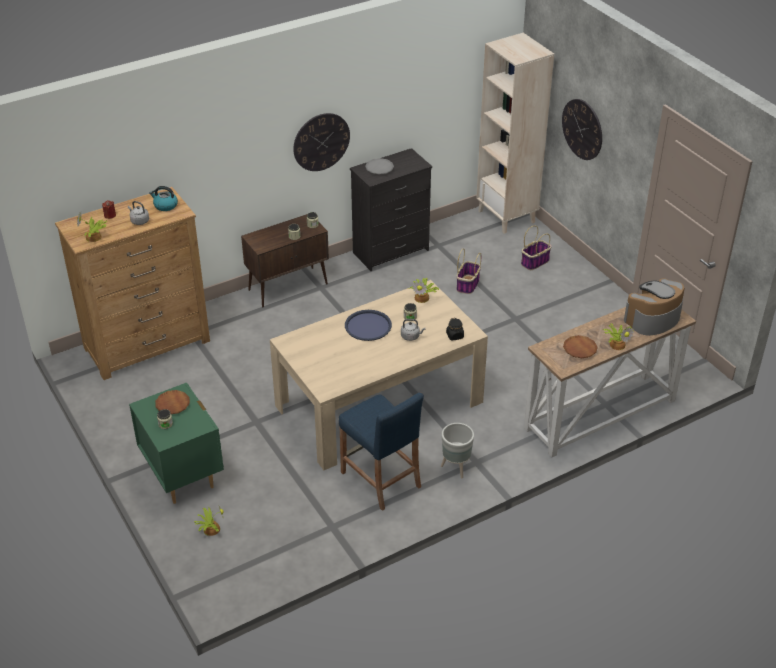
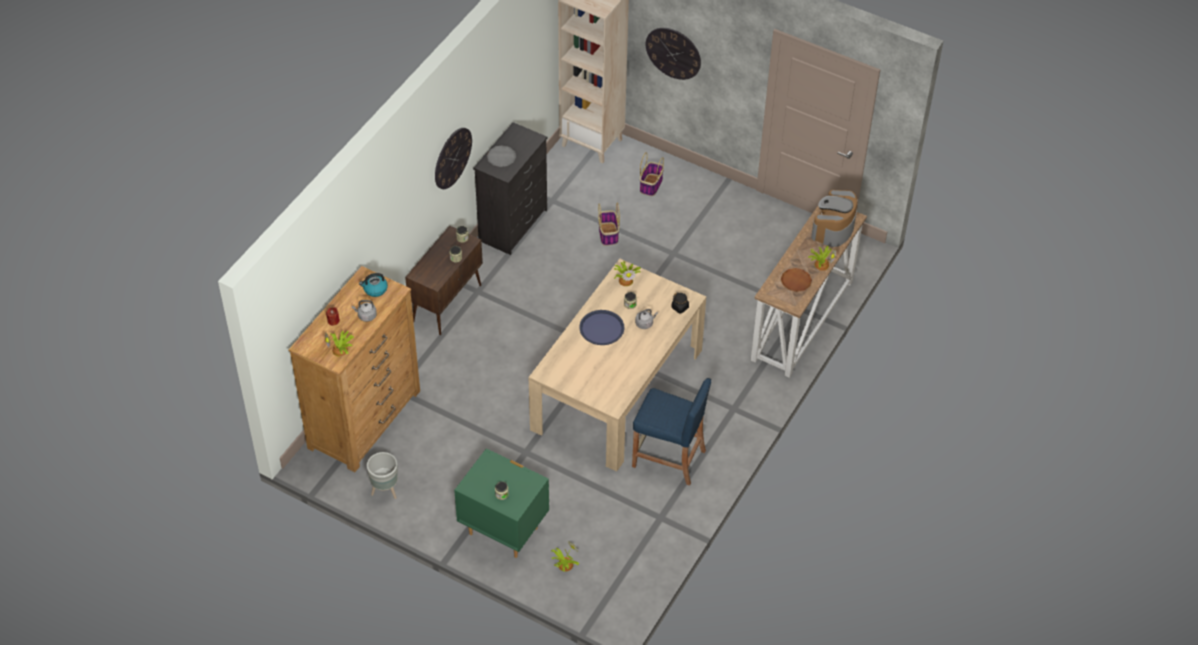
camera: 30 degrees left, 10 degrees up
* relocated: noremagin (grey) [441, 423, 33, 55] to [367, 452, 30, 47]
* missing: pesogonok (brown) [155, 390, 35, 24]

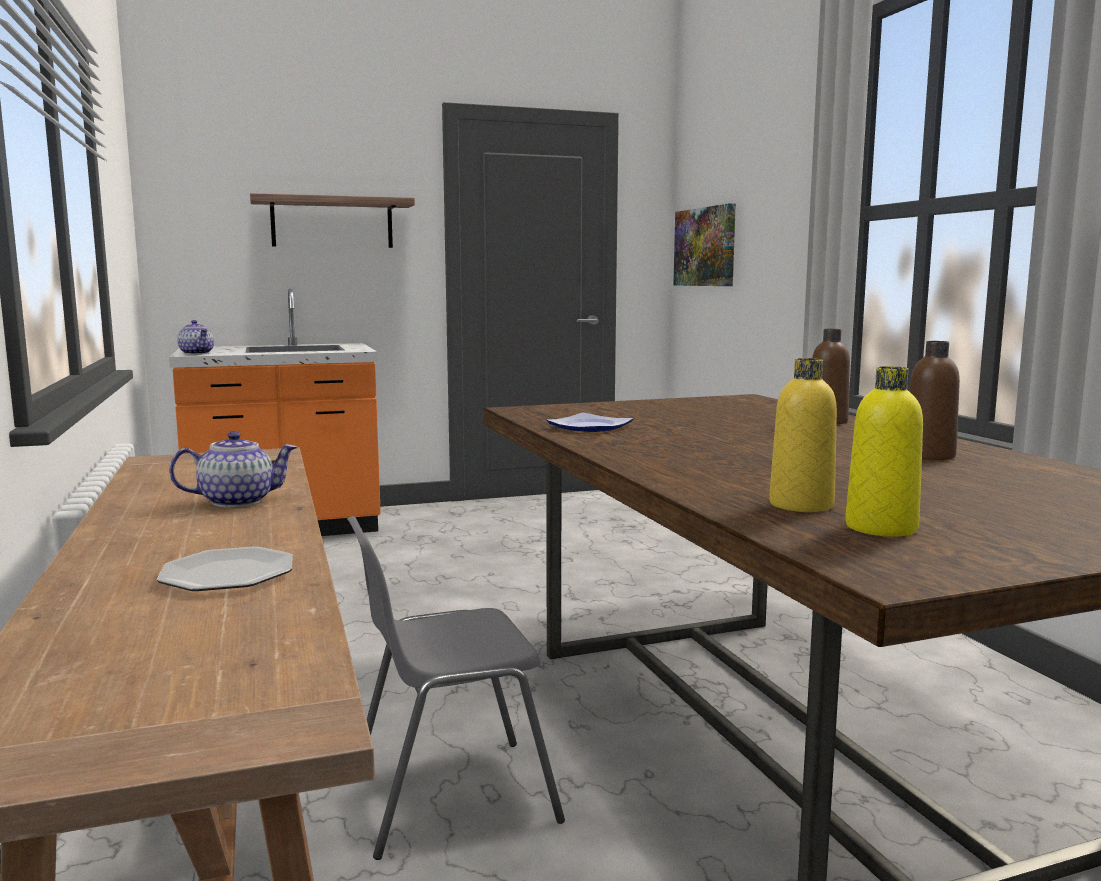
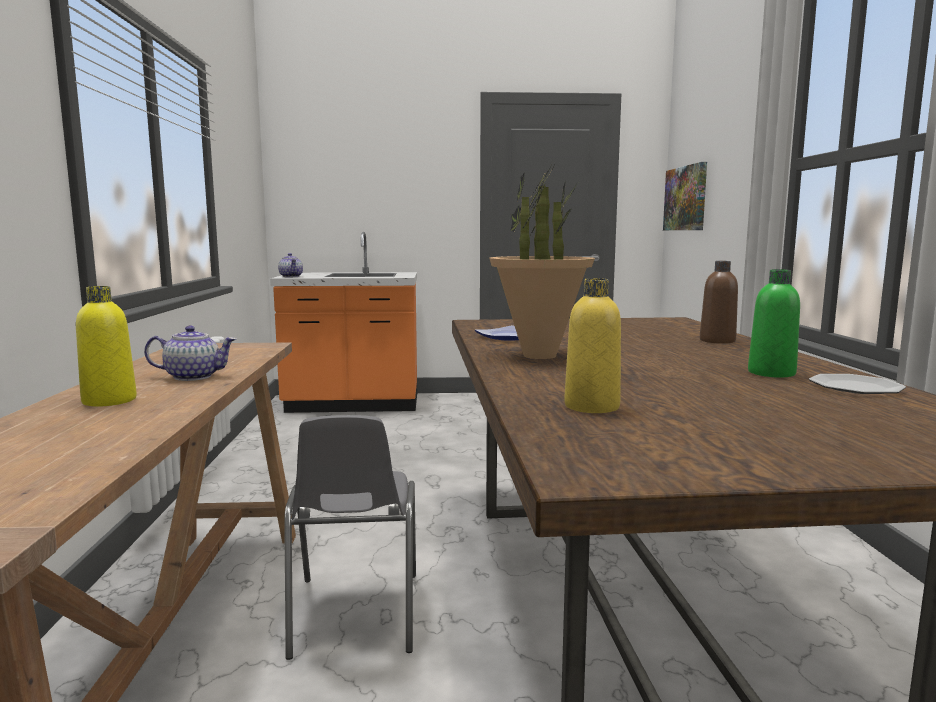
camera: 15 degrees right, 0 degrees up
* relocated: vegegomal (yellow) [845, 366, 78, 171] to [76, 286, 61, 121]
* spun: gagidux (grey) [347, 516, 218, 344] = [284, 415, 132, 245] 90 degrees counterclockwise
* appeared: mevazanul [489, 161, 106, 198]
* colour: vegegomal (brown) [909, 341, 51, 120] to vegegomal (green) [748, 269, 52, 109]
* relocated: pesogonok [157, 546, 136, 45] to [809, 374, 97, 20]
* missing: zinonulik [250, 193, 165, 55]

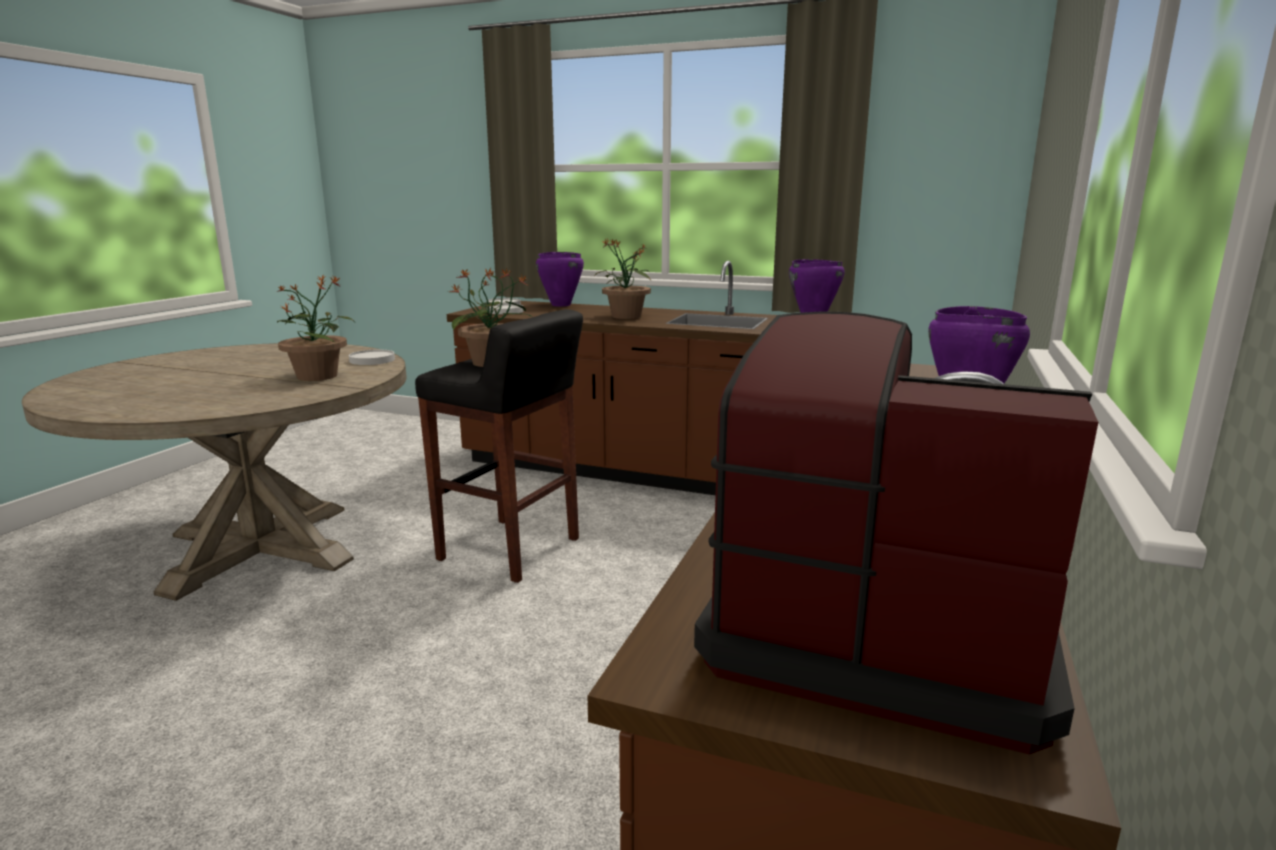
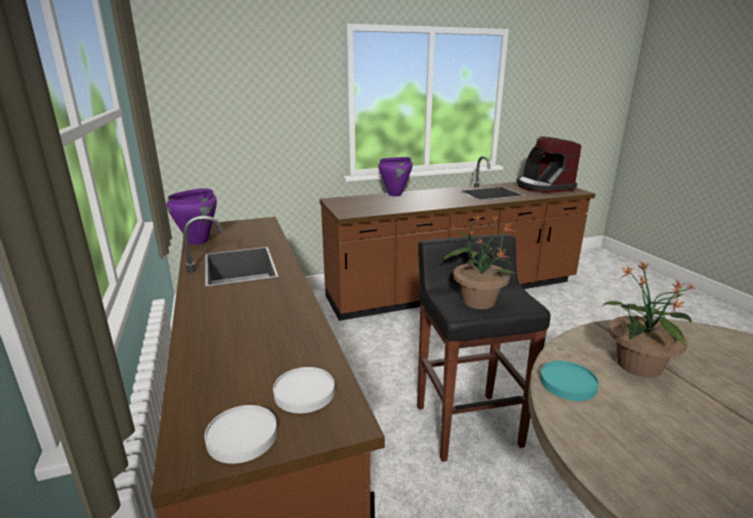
camera: 130 degrees left, 5 degrees up
* colour: pesogonok (white) [349, 349, 46, 16] to pesogonok (turquoise) [540, 361, 59, 40]
* missing: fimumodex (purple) [536, 252, 48, 54]
* missing: mevazanul [594, 239, 57, 80]

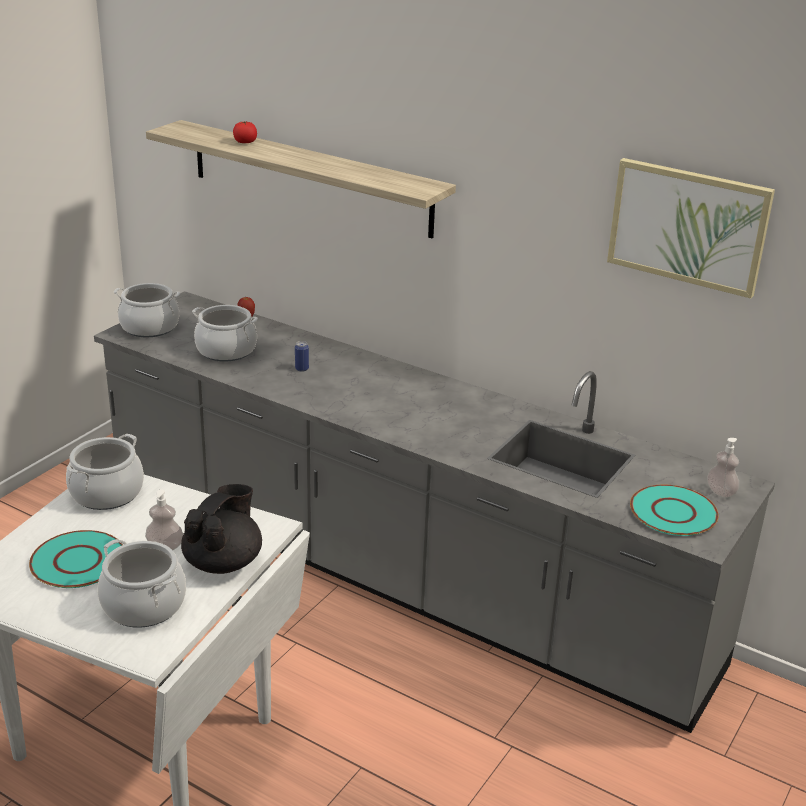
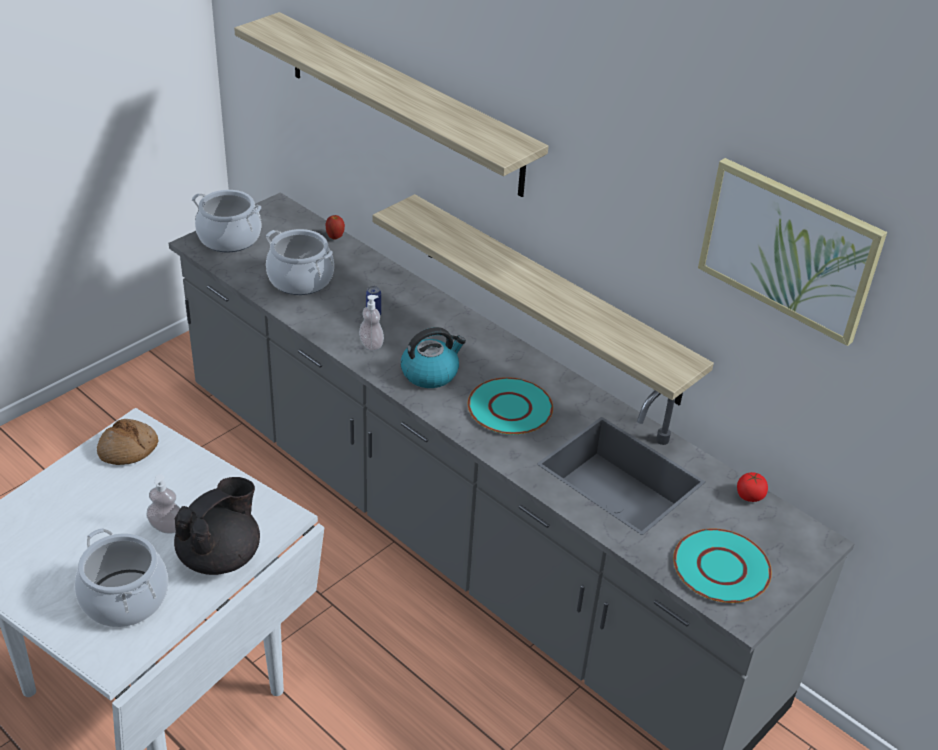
camera: 10 degrees right, 10 degrees up
* exchanged: fimumodex [66, 434, 78, 76] to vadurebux [97, 419, 61, 46]
* relocated: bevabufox [707, 438, 32, 60] to [359, 295, 25, 56]
* appeared: zinonulik [372, 194, 342, 211]
* appeared: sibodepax [401, 327, 65, 61]
* relocated: pesogonok (turquoise) [29, 530, 94, 58] to [468, 377, 85, 58]
* relocated: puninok [233, 121, 24, 22] to [737, 472, 31, 30]

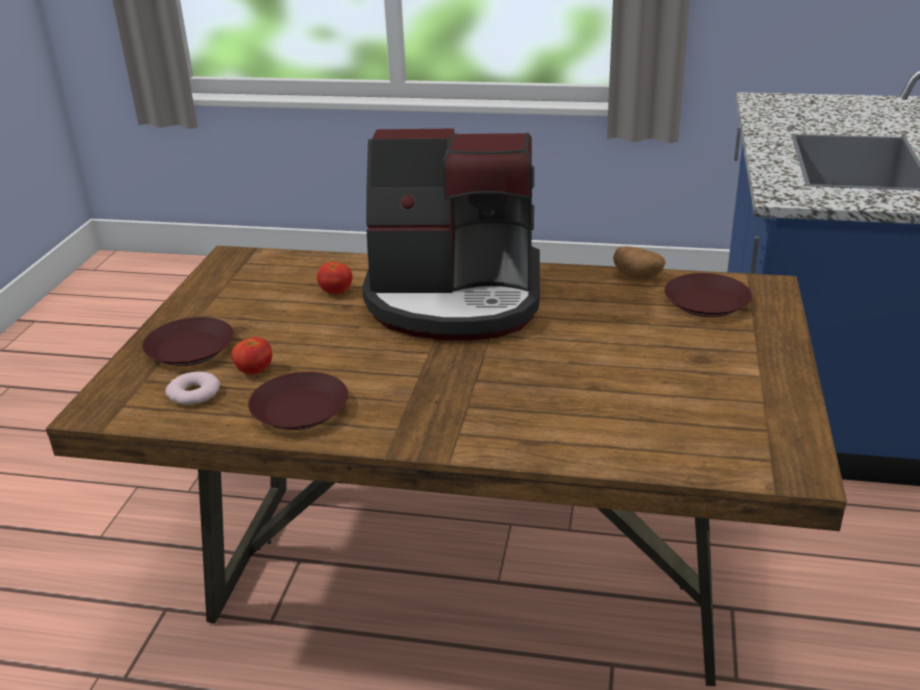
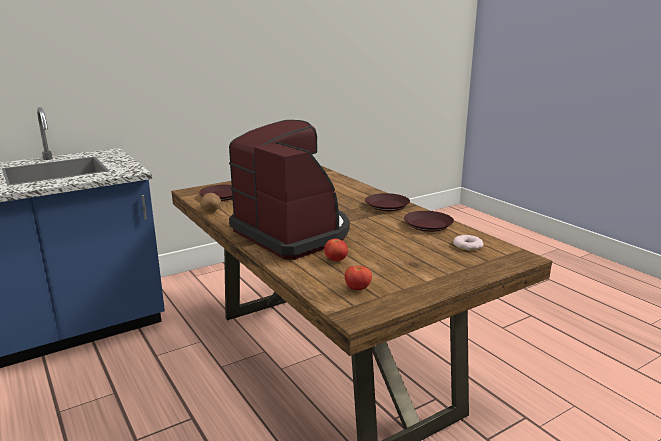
camera: 135 degrees left, 10 degrees down
* relocated: puninok [231, 337, 41, 37] to [345, 266, 27, 24]
* relocated: pesogonok (brown) [142, 317, 92, 49] to [365, 193, 45, 18]

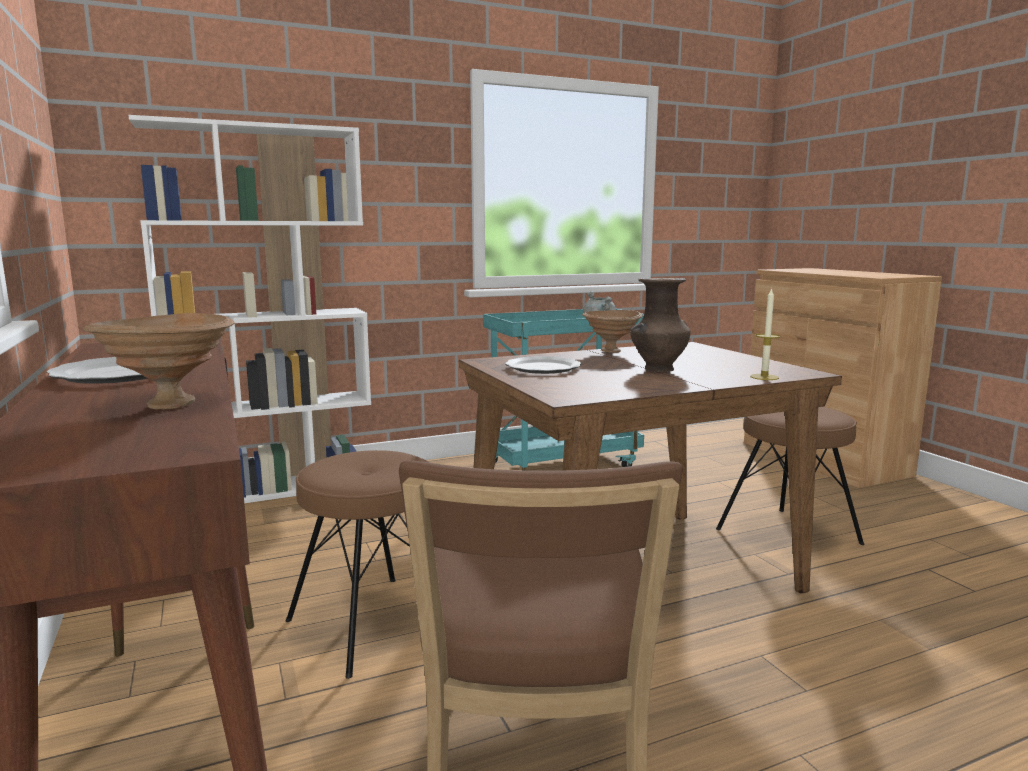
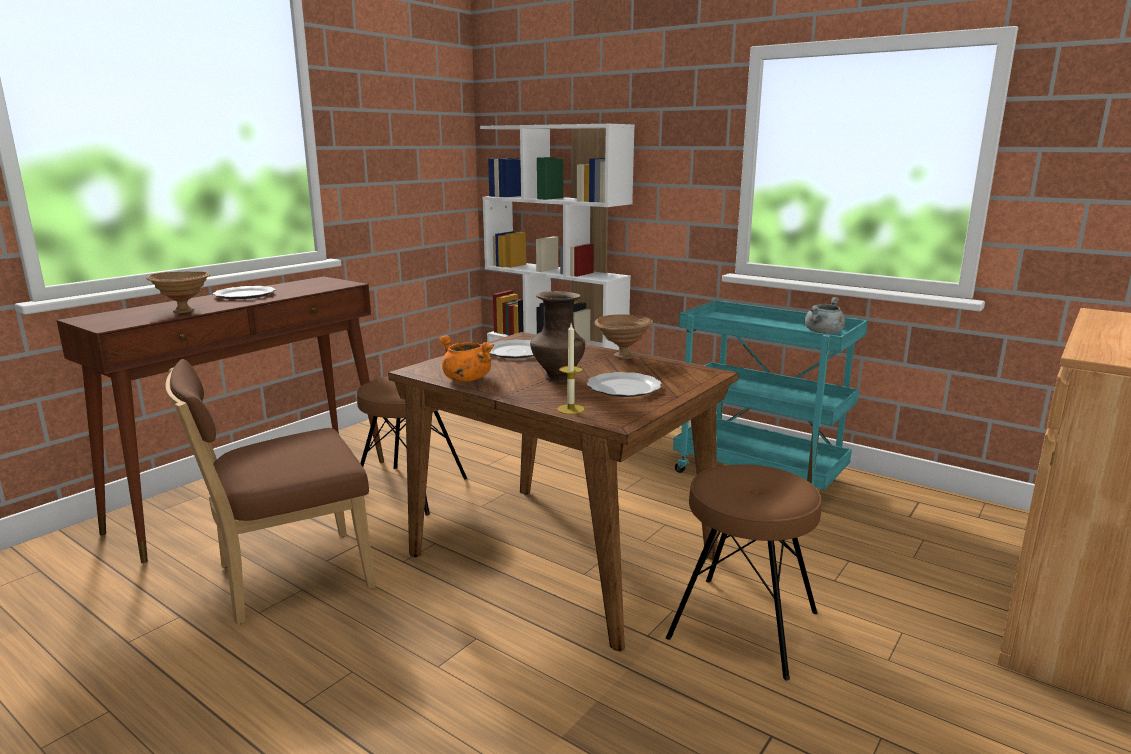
camera: 60 degrees right, 5 degrees up
* appeared: fimumodex (orange) [439, 335, 55, 47]
* appeared: pesogonok [587, 372, 75, 25]

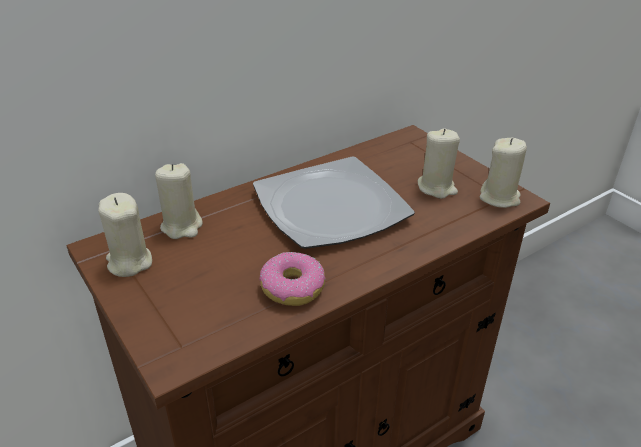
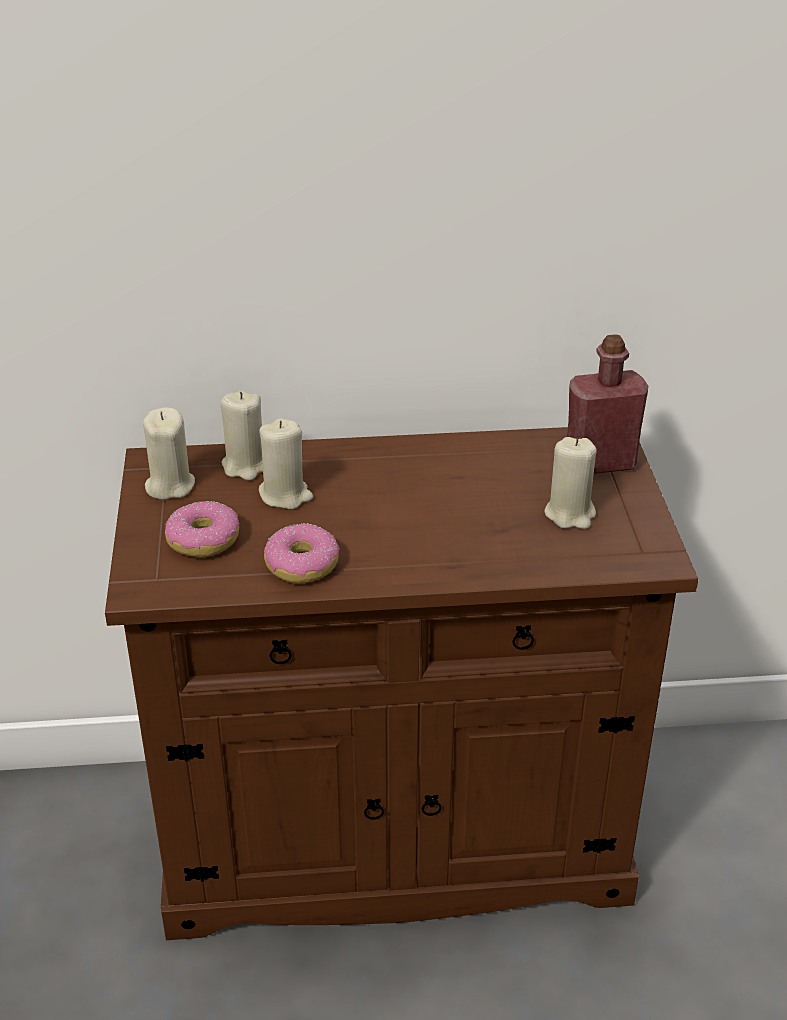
camera: 30 degrees right, 0 degrees up
* appeared: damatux [165, 501, 74, 56]
* relocated: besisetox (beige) [479, 138, 48, 70] to [259, 419, 54, 90]
* appeared: vegegomal (red) [567, 334, 81, 140]
* missing: pesogonok [253, 156, 162, 93]

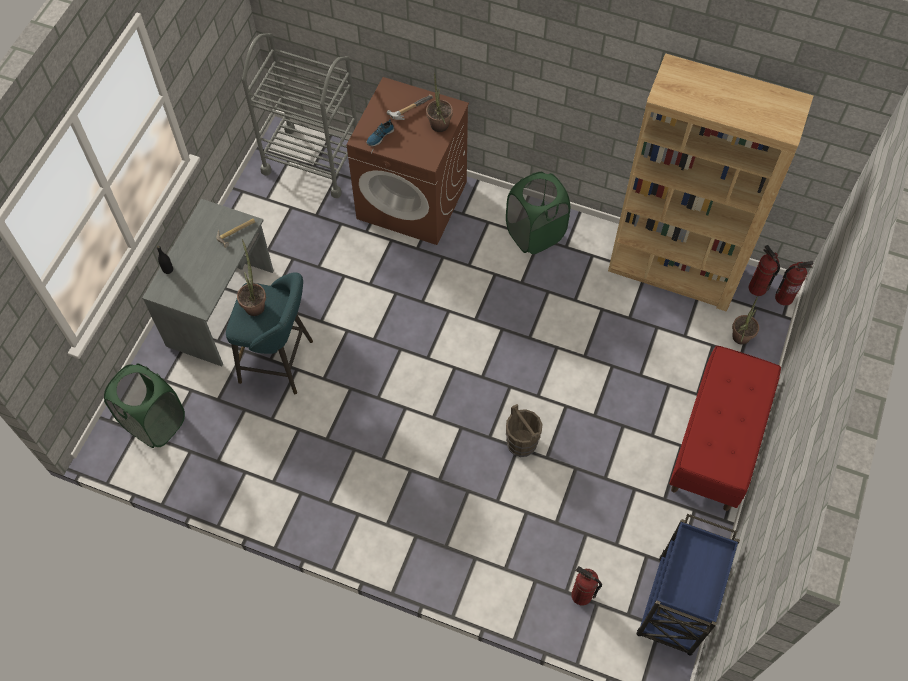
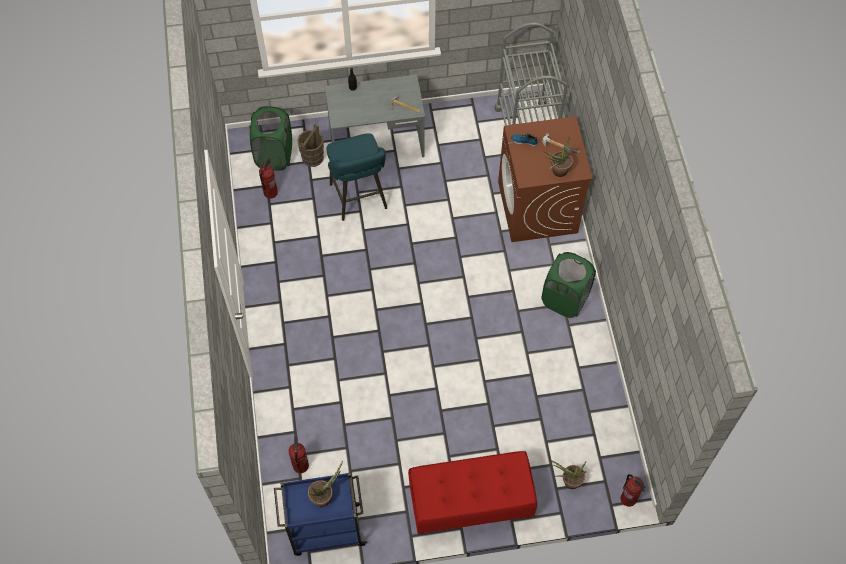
camera: 60 degrees right, 0 degrees up
* relocated: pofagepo [749, 245, 31, 51] to [259, 157, 19, 42]
* relocated: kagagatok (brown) [506, 404, 36, 53] to [297, 124, 27, 43]
* relocated: mevazanul [237, 239, 29, 77] to [308, 461, 35, 46]
* missing: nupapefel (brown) [608, 53, 205, 259]

